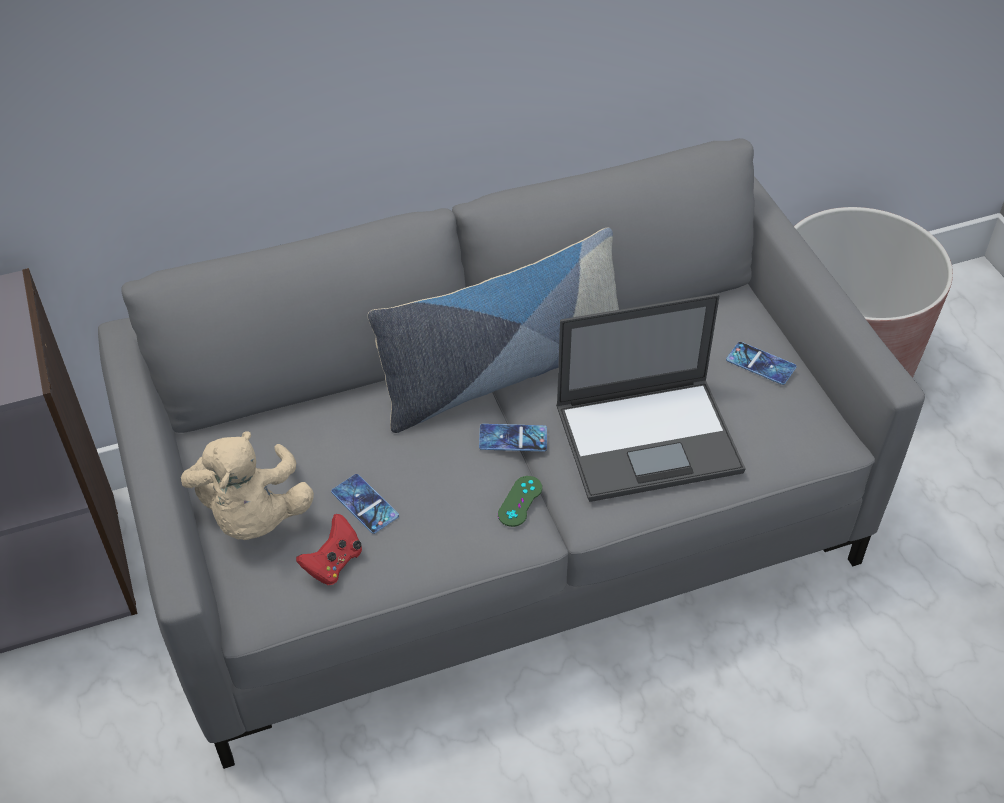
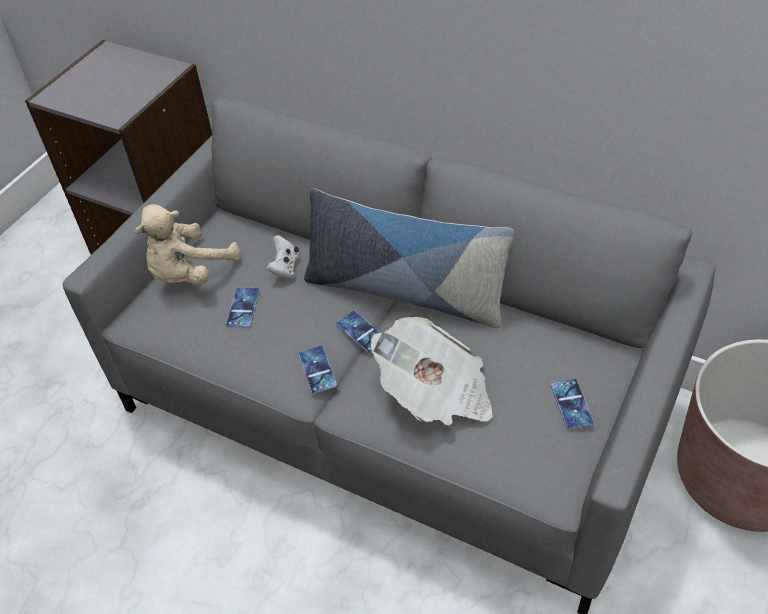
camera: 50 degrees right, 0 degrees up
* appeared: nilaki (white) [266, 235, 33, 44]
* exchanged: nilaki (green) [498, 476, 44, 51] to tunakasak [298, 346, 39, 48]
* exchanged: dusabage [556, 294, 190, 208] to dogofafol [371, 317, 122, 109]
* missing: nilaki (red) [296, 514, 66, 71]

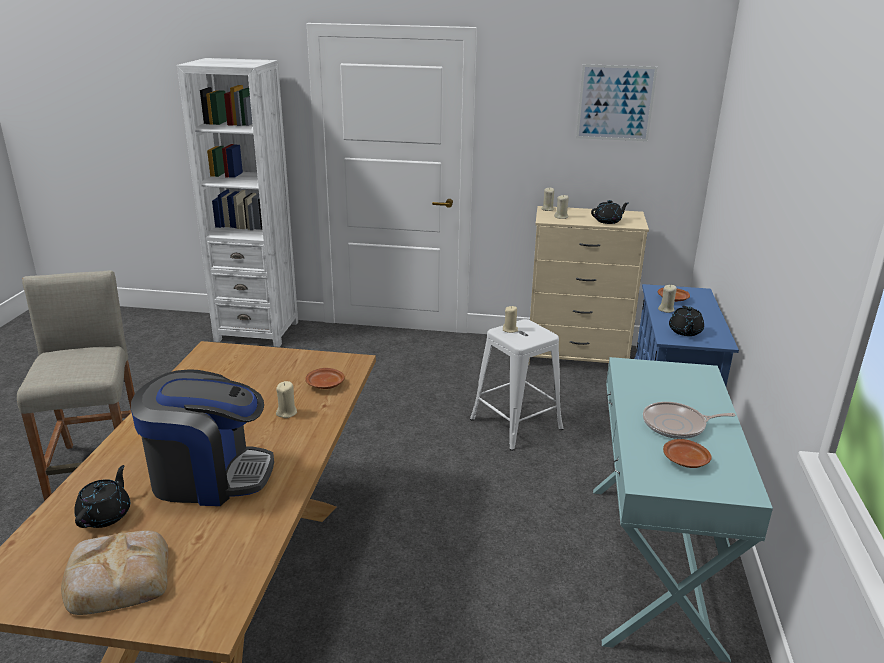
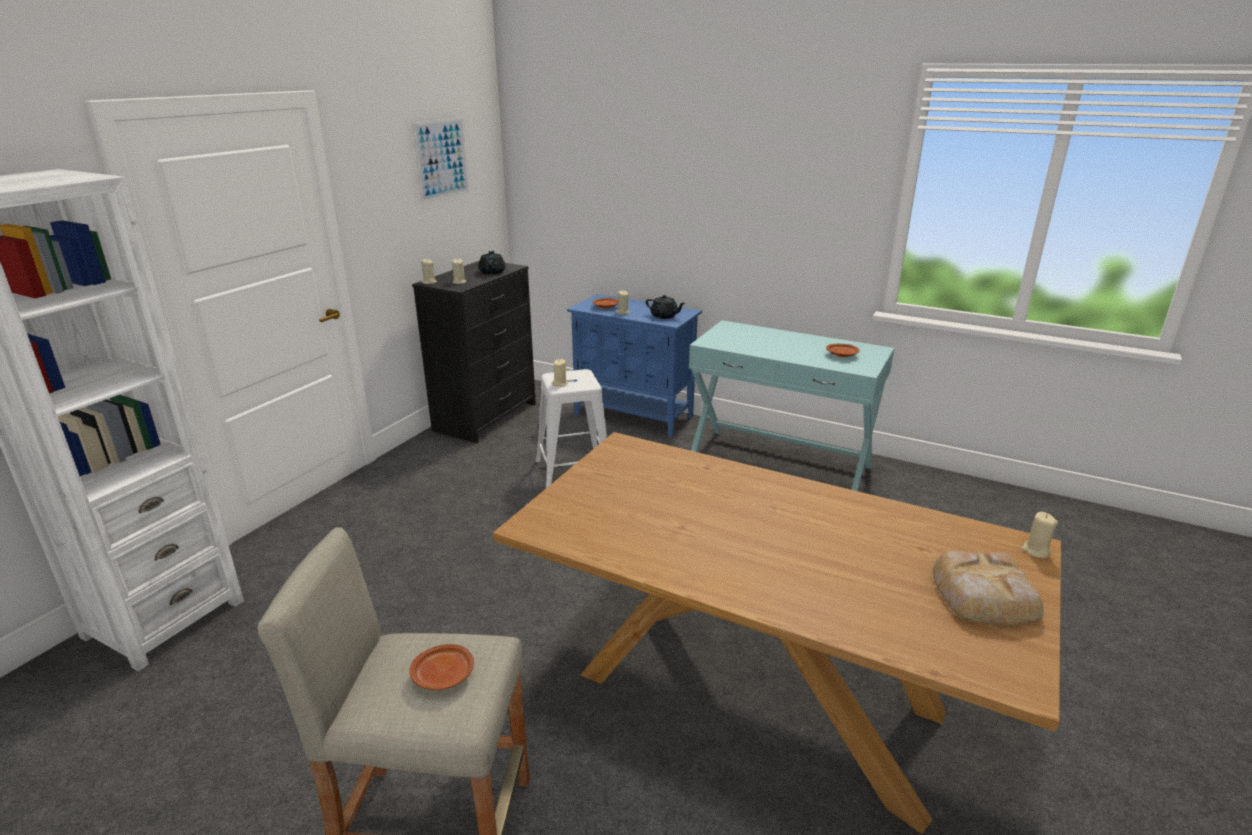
camera: 70 degrees left, 0 degrees up
* relocated: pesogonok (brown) [305, 368, 40, 21] to [409, 644, 65, 46]
* colour: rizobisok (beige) [528, 206, 121, 159] to rizobisok (black) [412, 261, 124, 182]
* relocated: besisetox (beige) [276, 381, 21, 37] to [1021, 512, 37, 46]
* missing: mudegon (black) [74, 465, 56, 63]
* missing: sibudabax [131, 370, 143, 136]
* missing: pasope [643, 402, 93, 37]

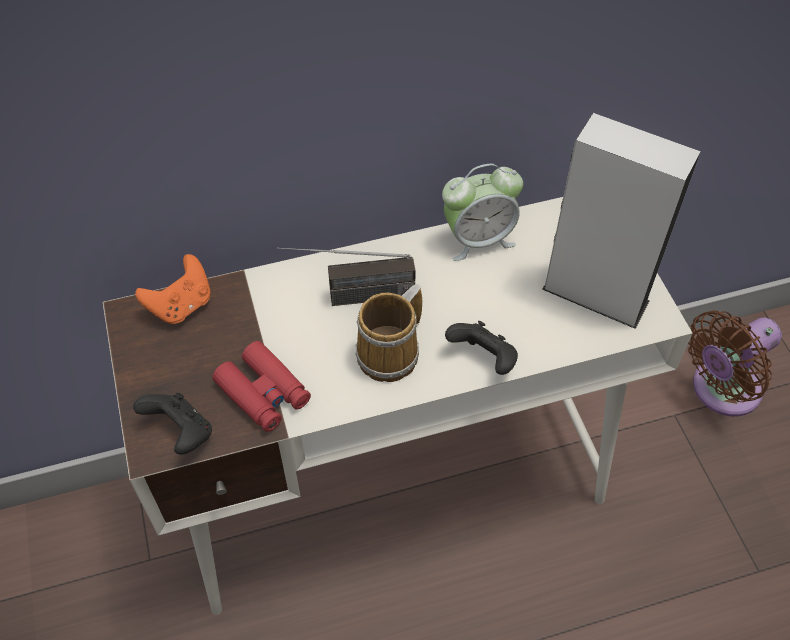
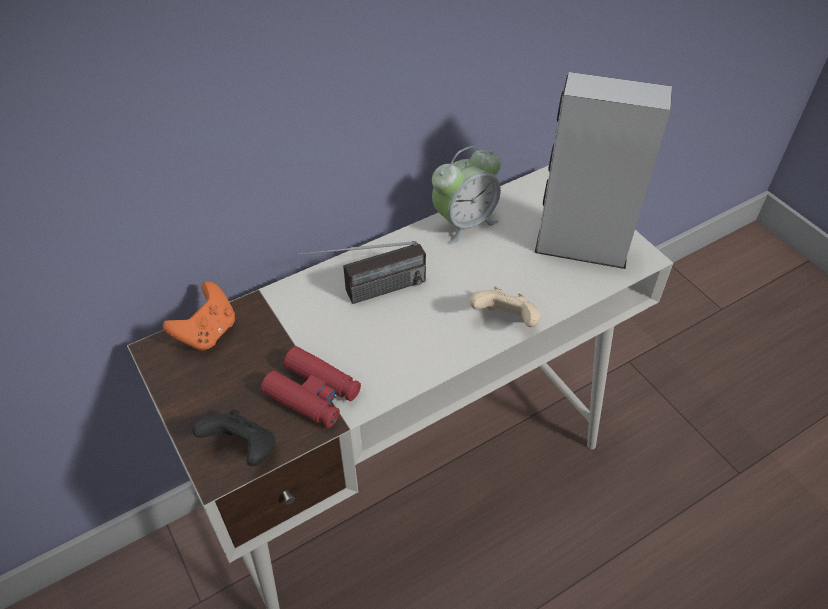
camera: 15 degrees left, 5 degrees down
* colour: nilaki (black) [445, 321, 73, 54] to nilaki (beige) [470, 286, 71, 41]
* missing: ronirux [355, 284, 67, 98]
* missing: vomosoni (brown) [688, 310, 94, 107]

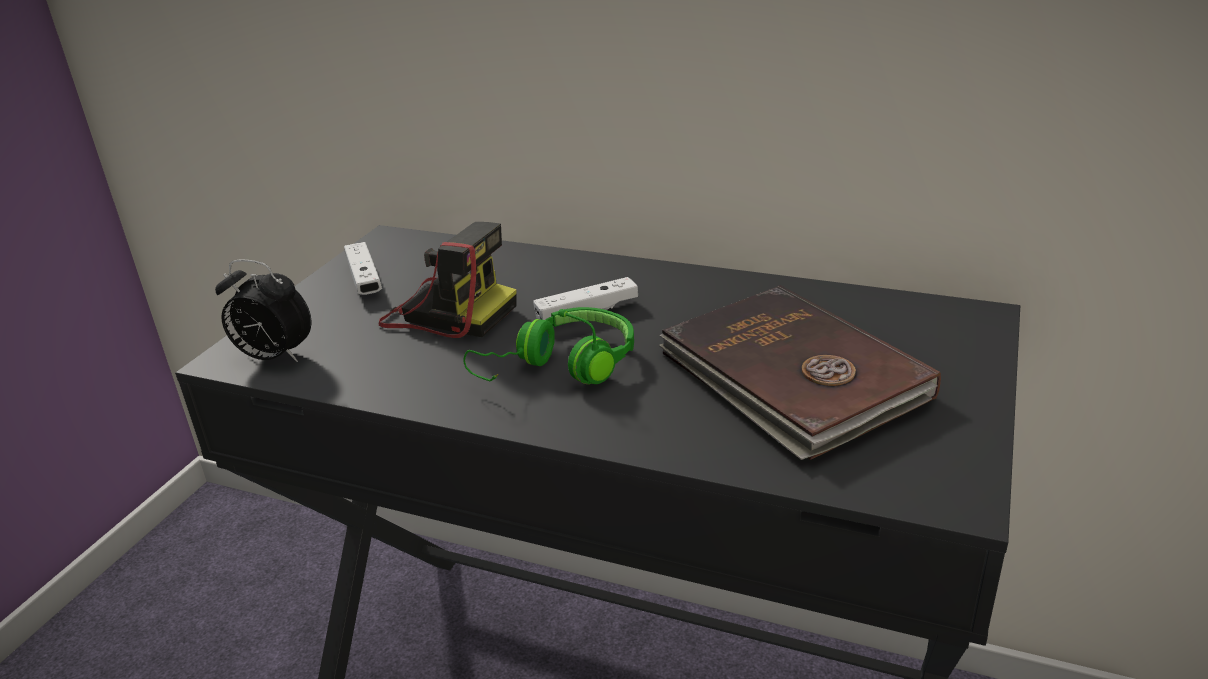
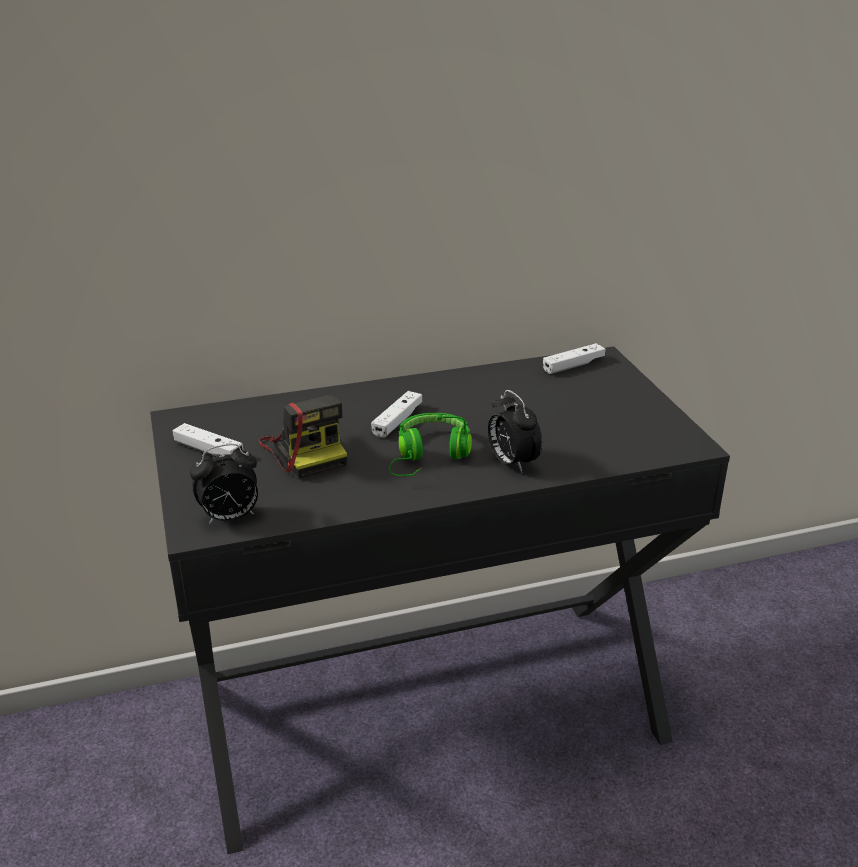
camera: 40 degrees left, 0 degrees up
* spun: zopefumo [379, 222, 138, 116] = [259, 394, 88, 84] 75 degrees clockwise
* appeared: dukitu [488, 390, 54, 83]
* appeared: nilaki (white) [543, 343, 63, 31]
* missing: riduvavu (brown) [659, 285, 282, 175]

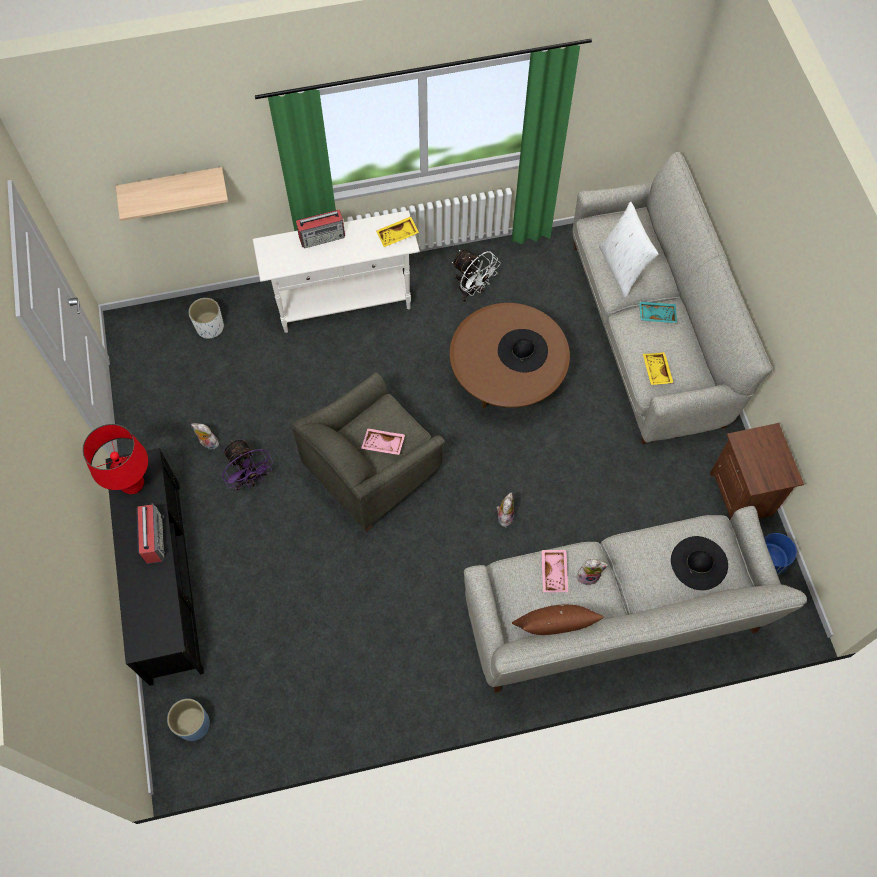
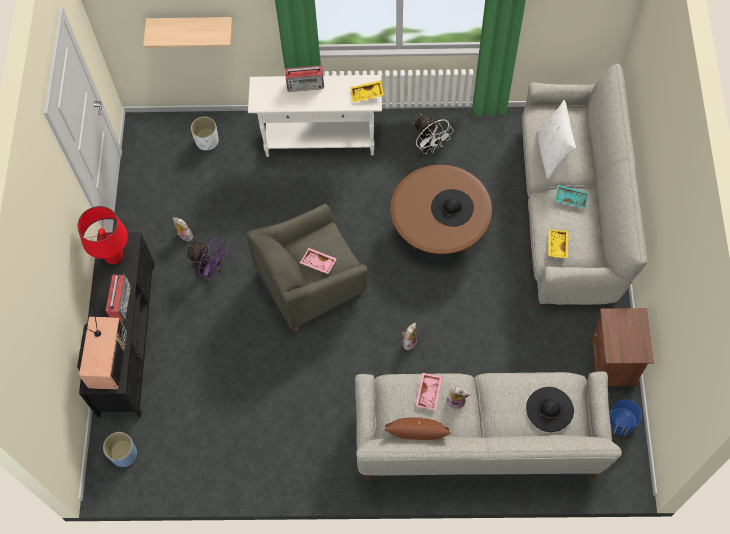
camera: 15 degrees right, 0 degrees up
* appeared: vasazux [77, 304, 50, 86]
* spun: vomosoni (purple) [222, 439, 51, 52] = [186, 238, 42, 46] 45 degrees counterclockwise

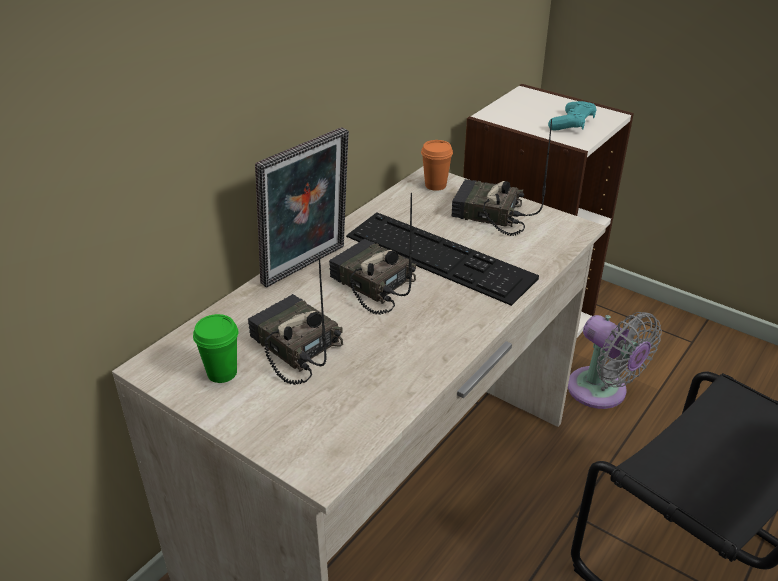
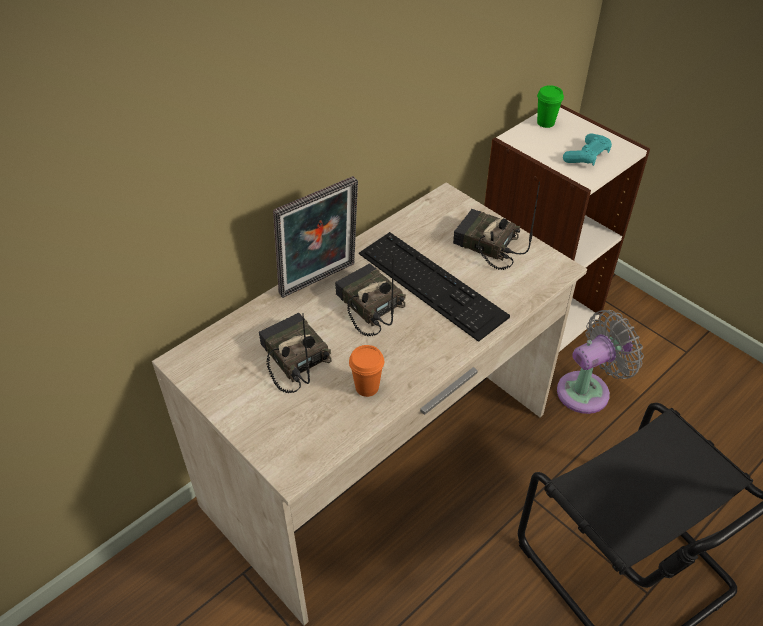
camera: 10 degrees right, 10 degrees up
* relocated: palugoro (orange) [421, 140, 32, 51] to [349, 345, 35, 52]
* relocated: palugoro (green) [193, 314, 45, 69] to [537, 85, 27, 43]
* spun: vomosoni (grey) [568, 312, 94, 97] = [557, 310, 87, 104] 90 degrees counterclockwise

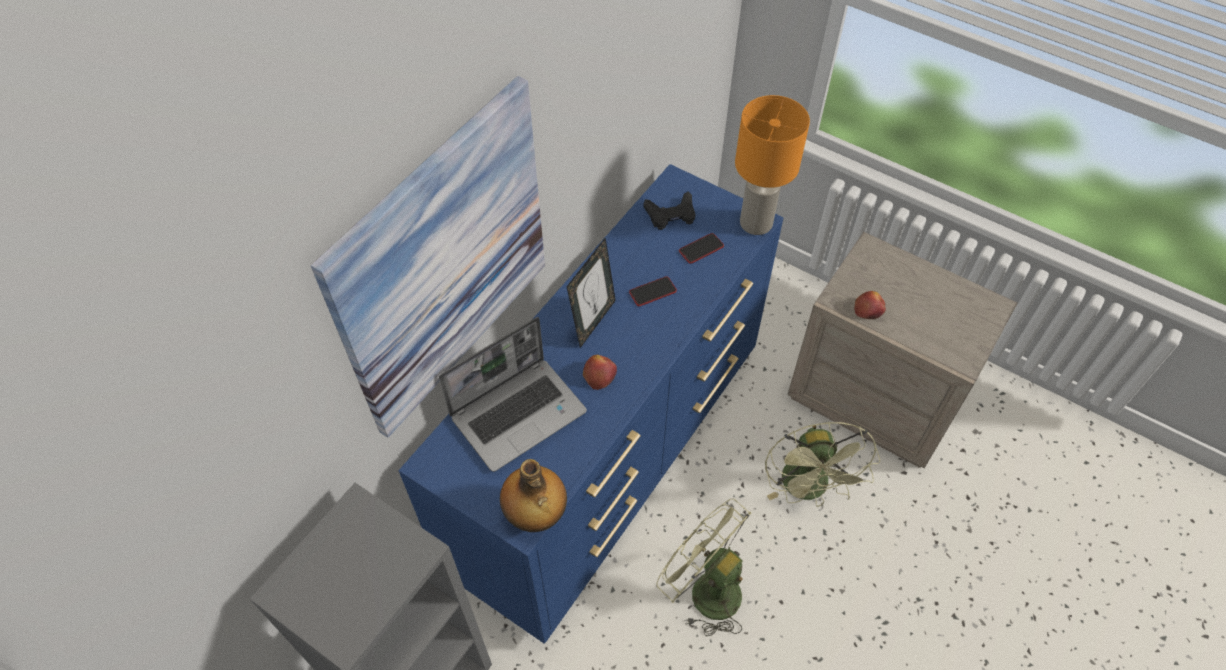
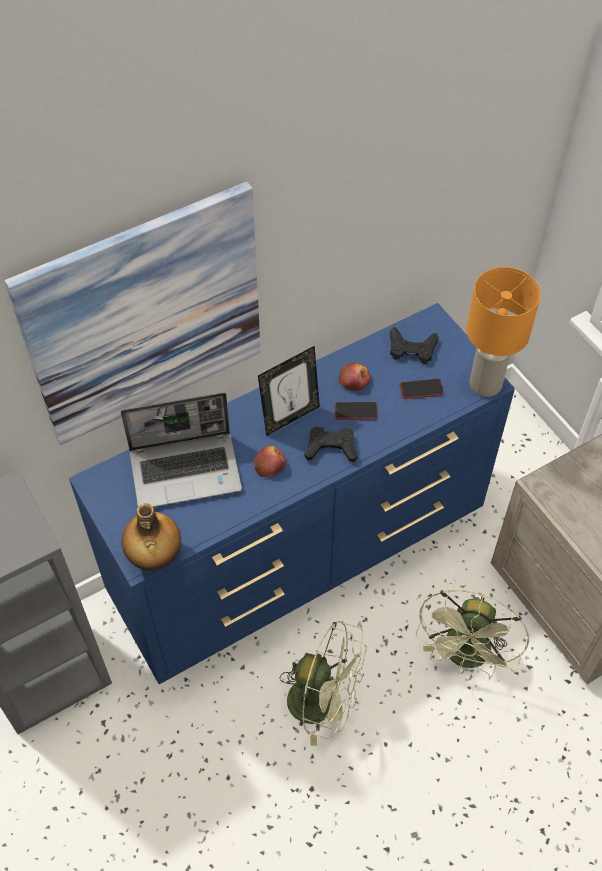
camera: 25 degrees right, 0 degrees up
* spun: vomosoni (green) [656, 499, 95, 137] = [279, 621, 88, 125] 135 degrees clockwise
* appeared: nilaki (black) [304, 426, 54, 36]
* relocated: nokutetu [854, 291, 32, 28] to [339, 363, 31, 28]

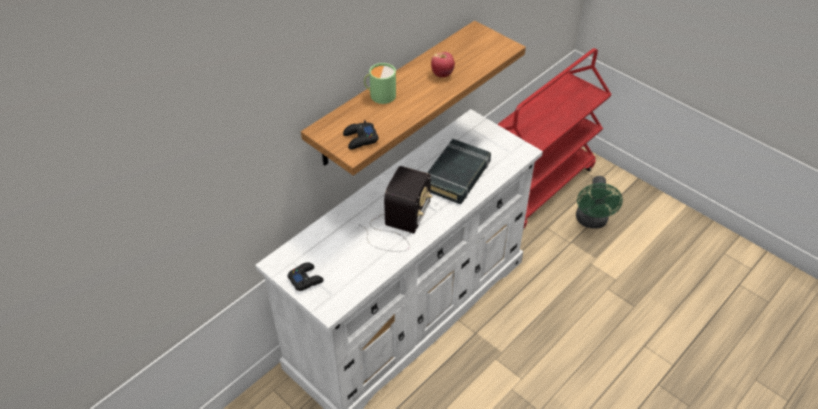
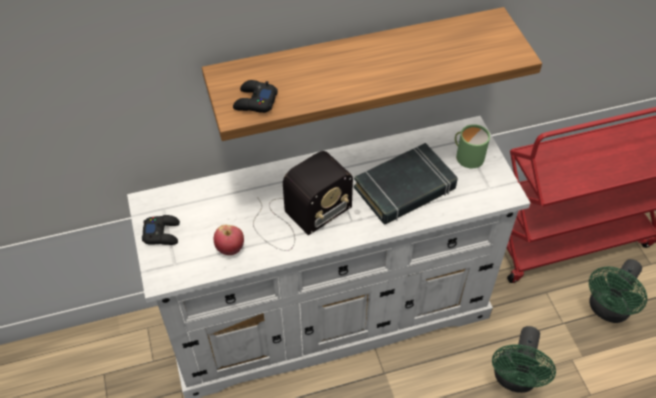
camera: 30 degrees right, 5 degrees up
* relocated: nokutetu [431, 52, 24, 26] to [214, 224, 30, 31]
* relocated: ronirux (green) [364, 63, 32, 41] to [455, 124, 35, 44]
* appeared: vomosoni (green) [492, 326, 64, 67]

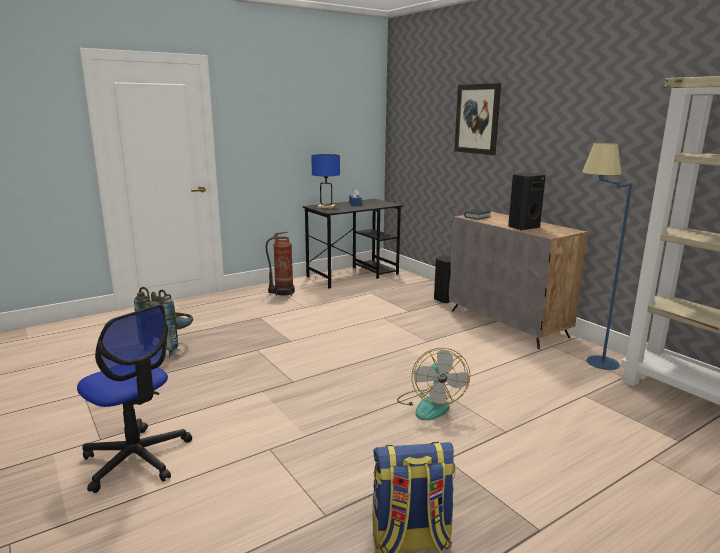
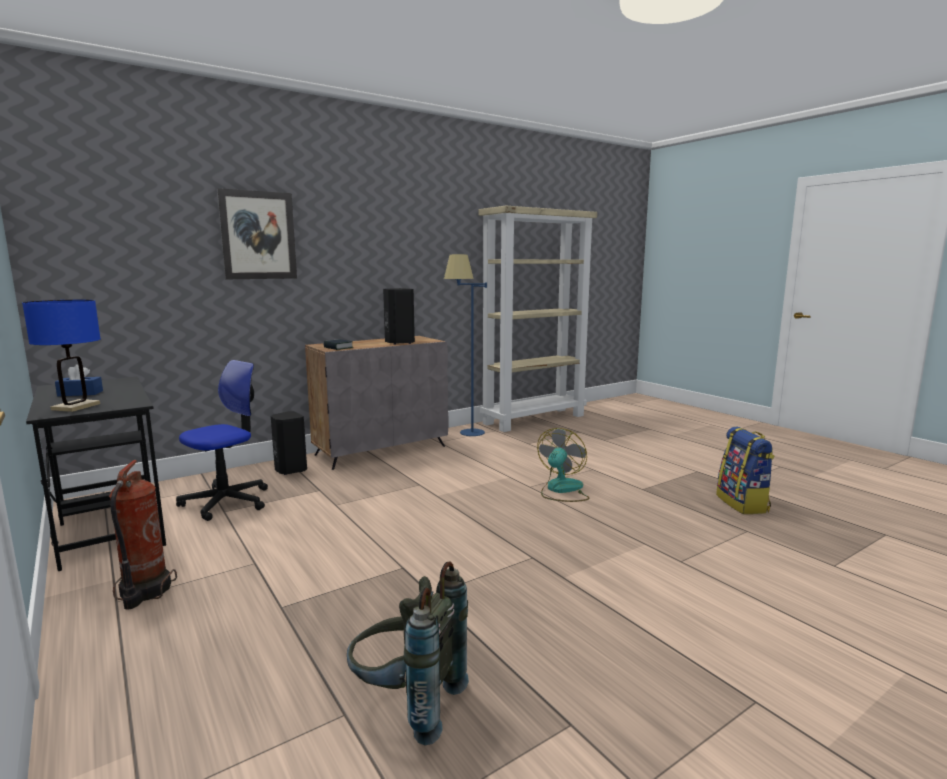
camera: 90 degrees left, 5 degrees down
* relocated: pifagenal [77, 304, 115, 189] to [176, 360, 92, 161]
* spun: vomosoni [397, 348, 73, 72] = [537, 428, 52, 74] 60 degrees counterclockwise

